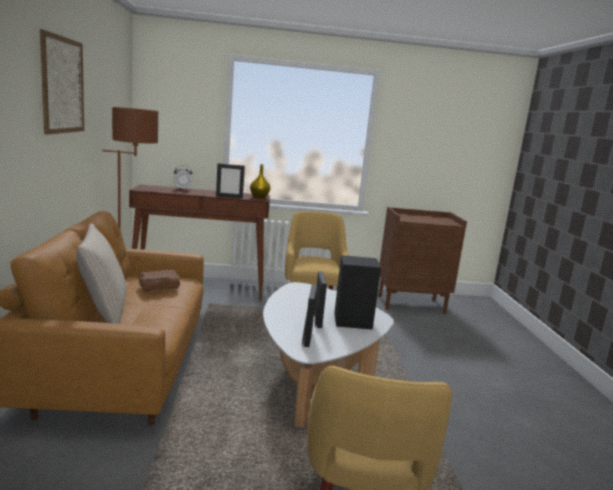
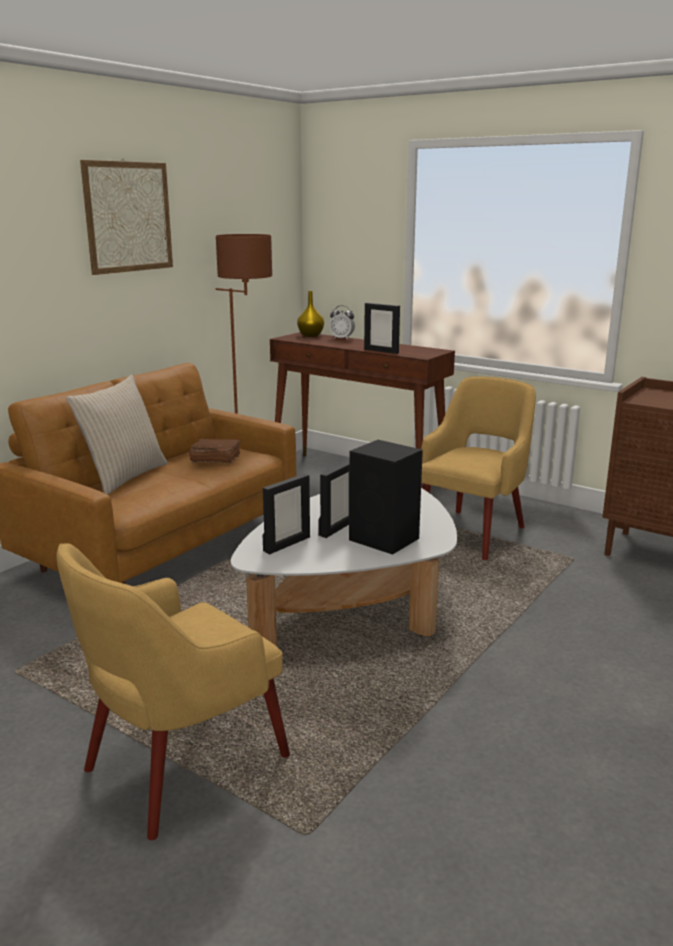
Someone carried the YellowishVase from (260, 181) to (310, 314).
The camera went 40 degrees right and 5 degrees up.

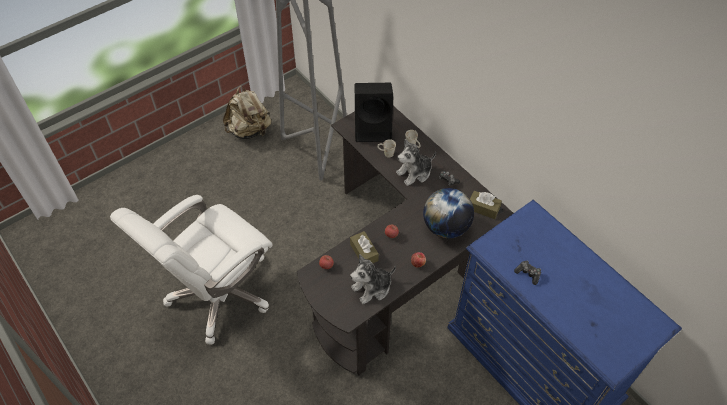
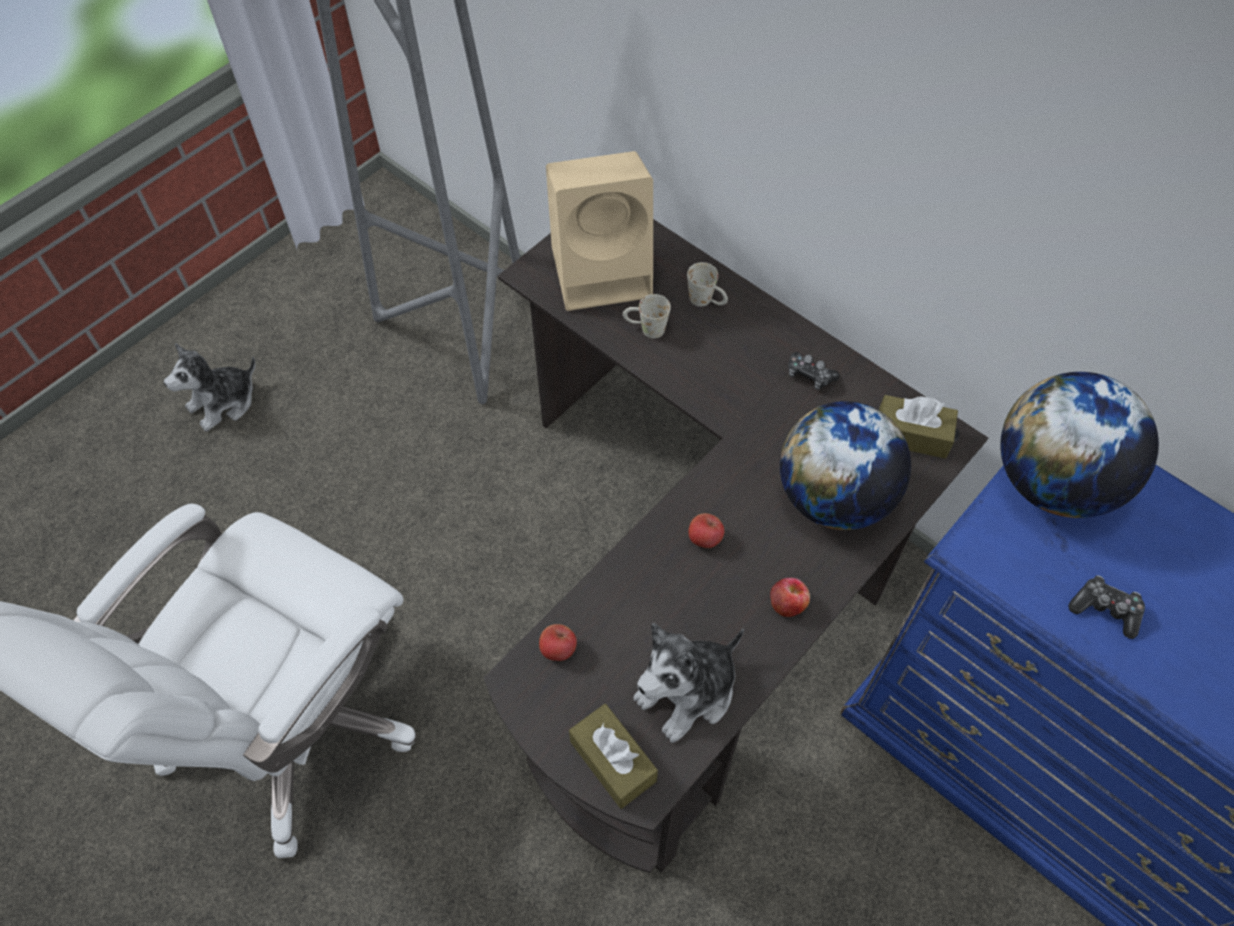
Someone took away the BeigeKnapsack at (247, 112).
Someone carried the BrownishTissueHolder from (364, 247) to (613, 756).
Someone repainted the BlackColouredLoudspeaker at (374, 112), which became the BeigeLoudspeaker at (599, 231).
Someone carried the CuddlyToy from (416, 162) to (210, 387).
Someone put down the Globe at (1079, 445).
The camera went 10 degrees left and 5 degrees up.

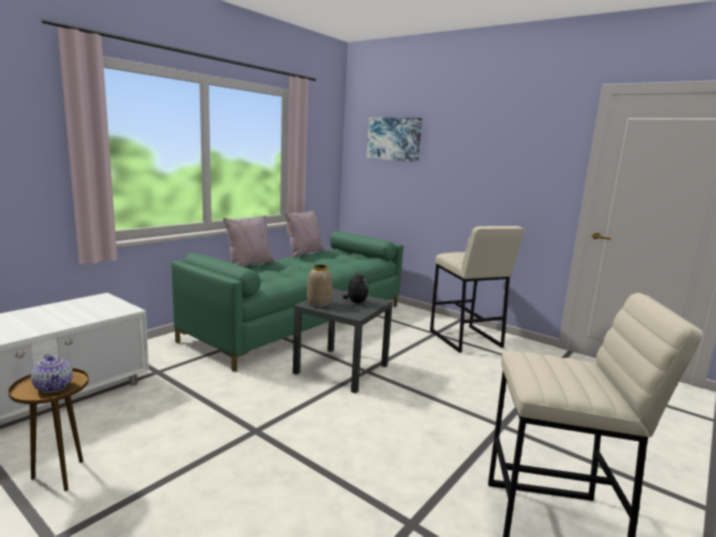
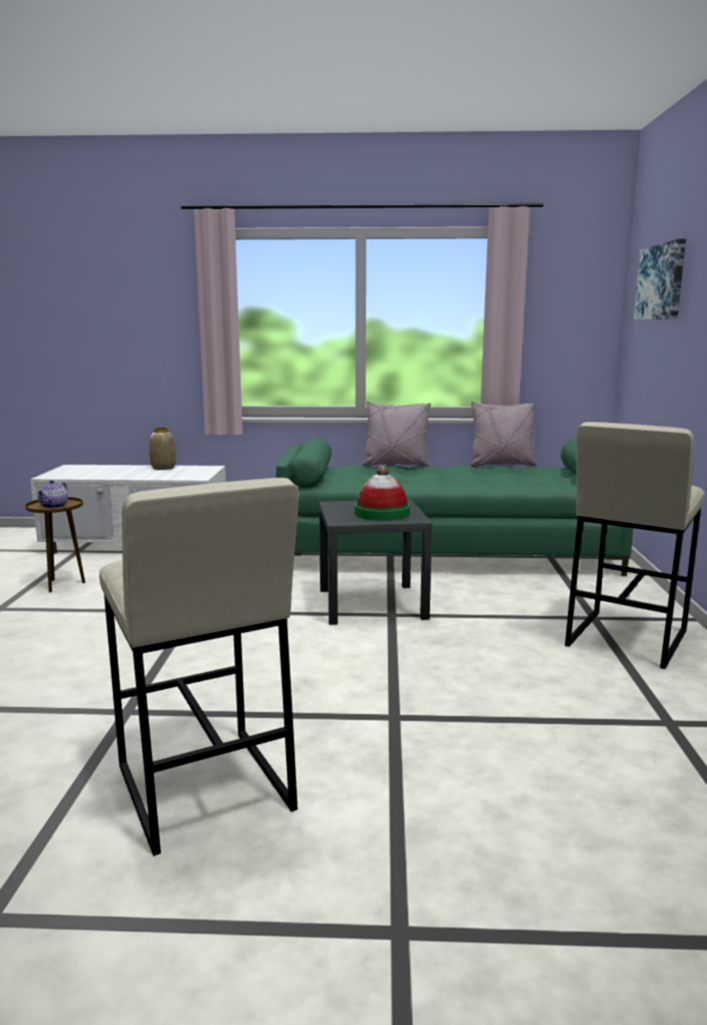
Someone carried the Vase from (319, 285) to (162, 448).
Someone swapped the CuddlyToy at (355, 288) for the ClothingHat at (382, 493).
The camera went 55 degrees right and 0 degrees up.

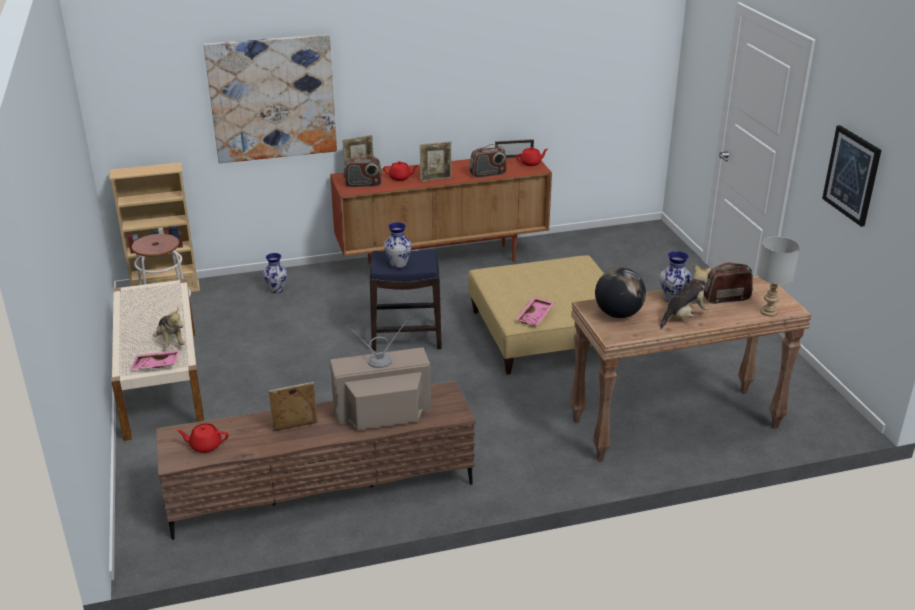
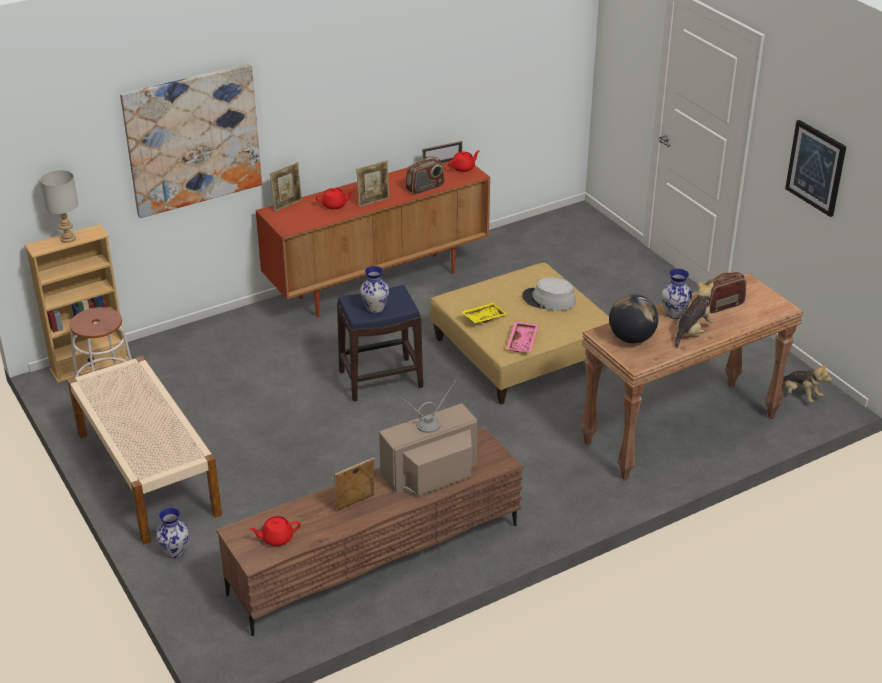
Someone took away the PinkishTray at (155, 360).
Someone carried the CuddlyToy from (169, 327) to (807, 382).
Someone carried the Vase from (275, 273) to (172, 533).
Someone took away the RadioSet at (363, 170).
Someone carried the GrayLampForATable from (778, 276) to (59, 206).
Someone put down the YellowishTray at (484, 313).
Someone put down the GrayClothingHat at (549, 294).
The camera went 15 degrees left and 5 degrees up.

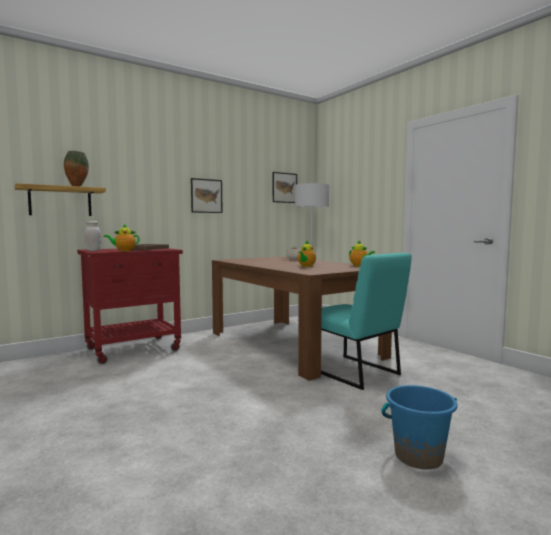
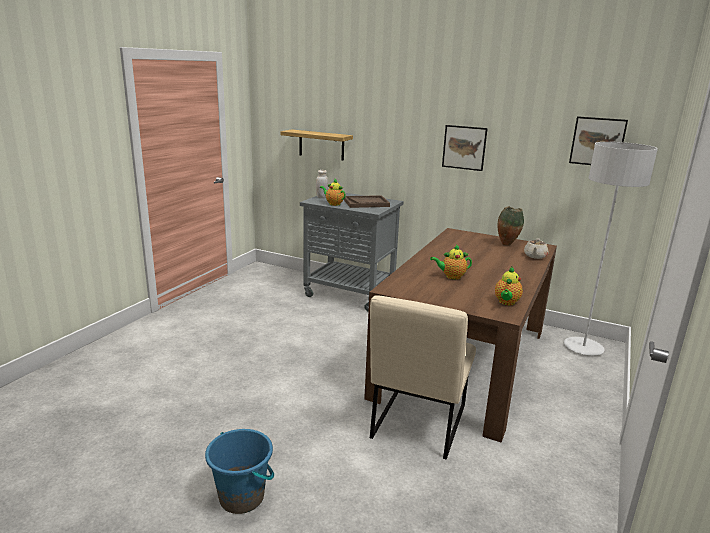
Someone carried the Vase from (76, 169) to (510, 226).
Someone repainted the RedColouredCart at (130, 306), which became the GrayCart at (352, 252).
Someone repainted the TurquoiseChair at (366, 321), which became the BeigeChair at (423, 378).
The camera went 60 degrees right and 15 degrees up.

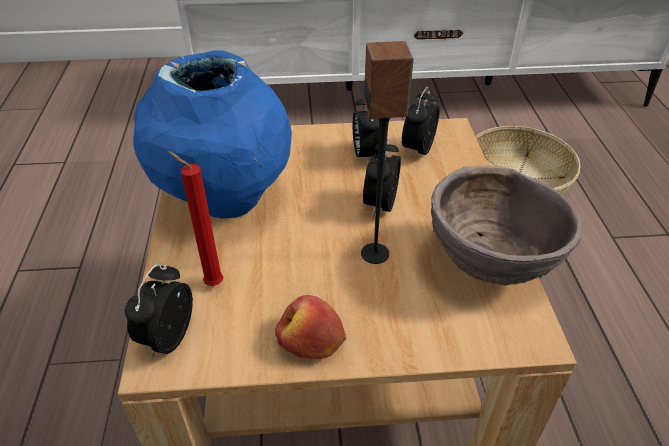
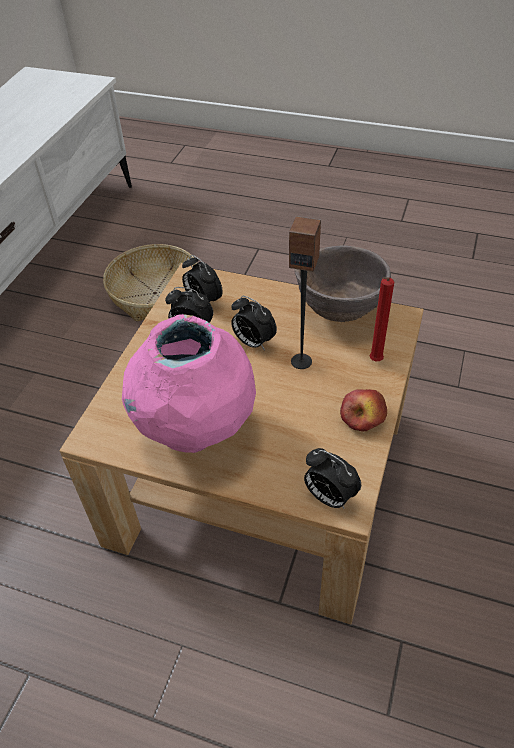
Someone repainted the BlueColouredVase at (212, 134), which became the PinkishVase at (189, 383).
Someone carried the RedColouredWaxCandle from (195, 218) to (381, 319).
The camera went 65 degrees left and 5 degrees up.

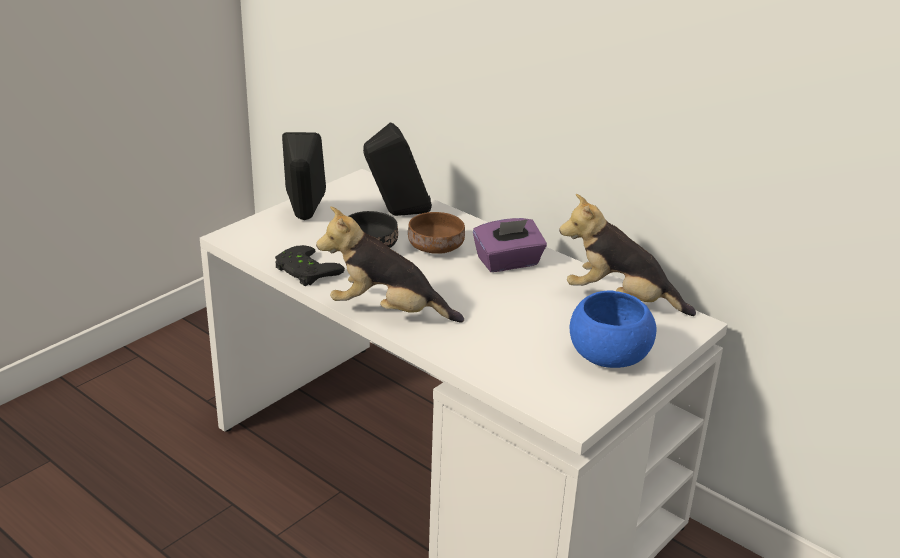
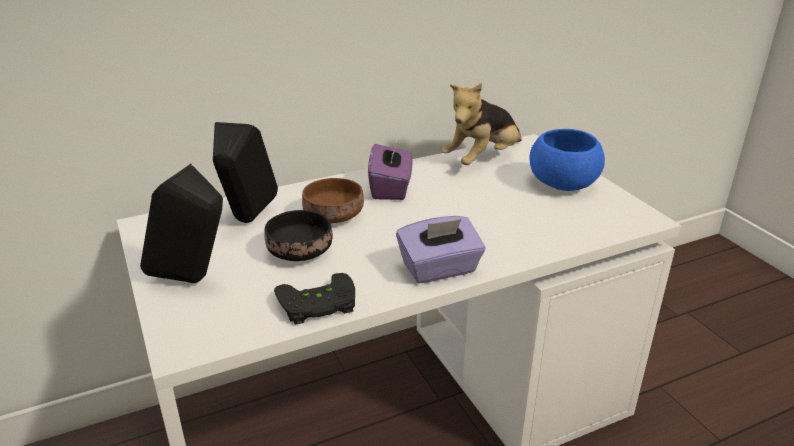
Someone swapped the CuddlyToy at (390, 264) for the PurplishTissueHolder at (440, 249).
The camera went 65 degrees left and 0 degrees up.

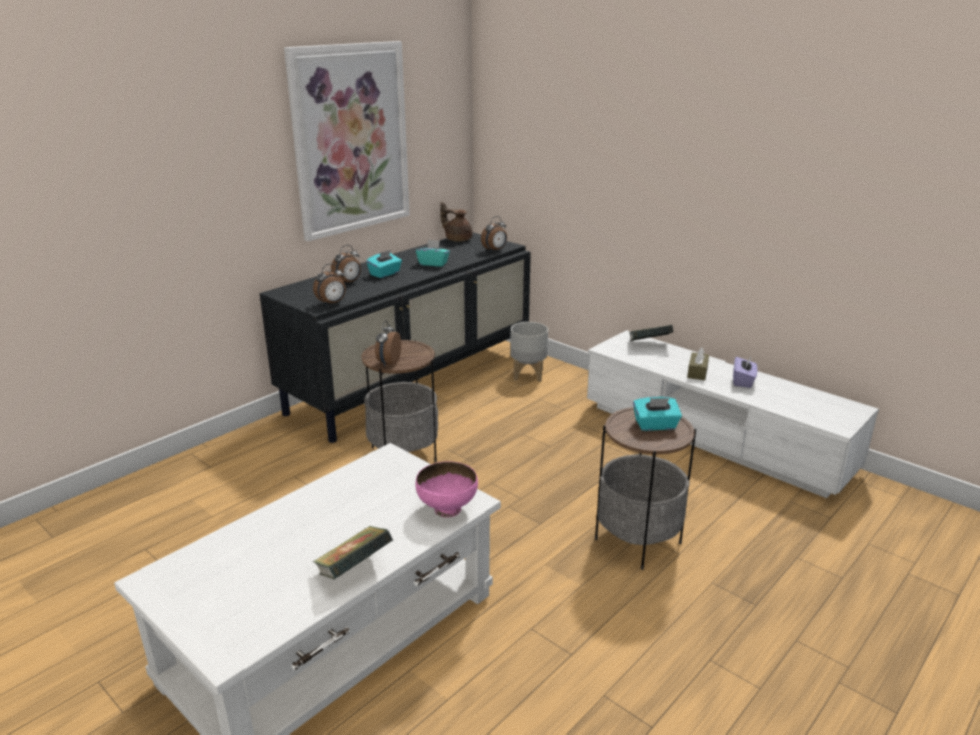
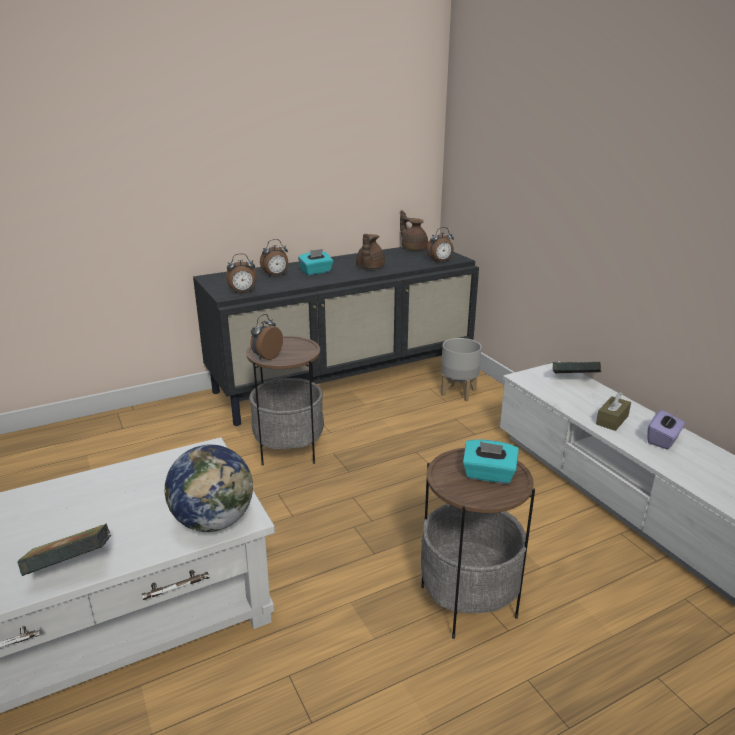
Someone took away the WallArt at (347, 141).
Someone swapped the TurquoiseTissueHolder at (433, 253) for the BrownishTeapot at (370, 251).
Someone swapped the PinkishBowl at (447, 489) for the Globe at (209, 488).
The camera went 20 degrees right and 0 degrees up.

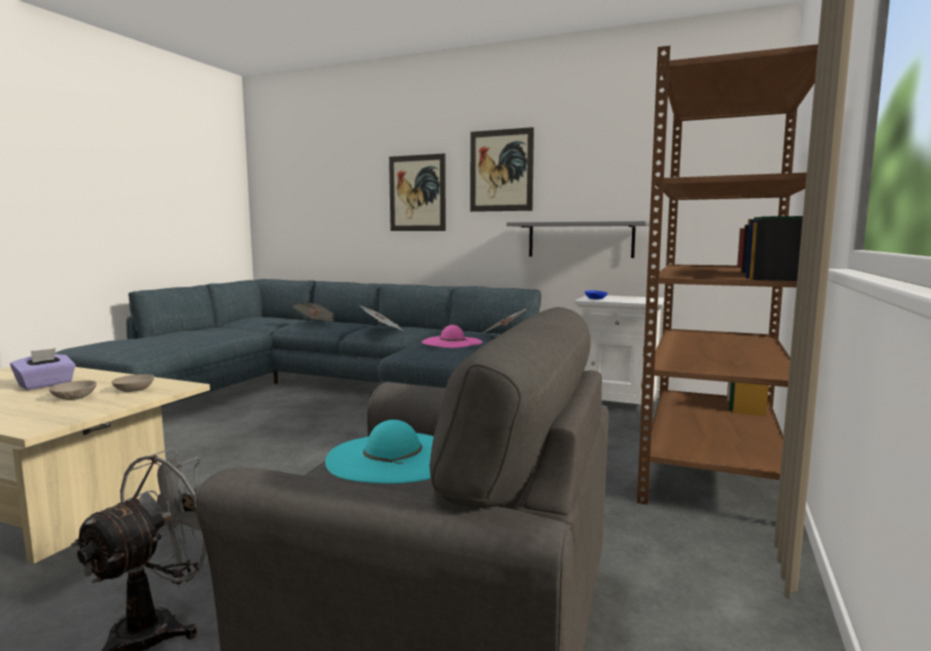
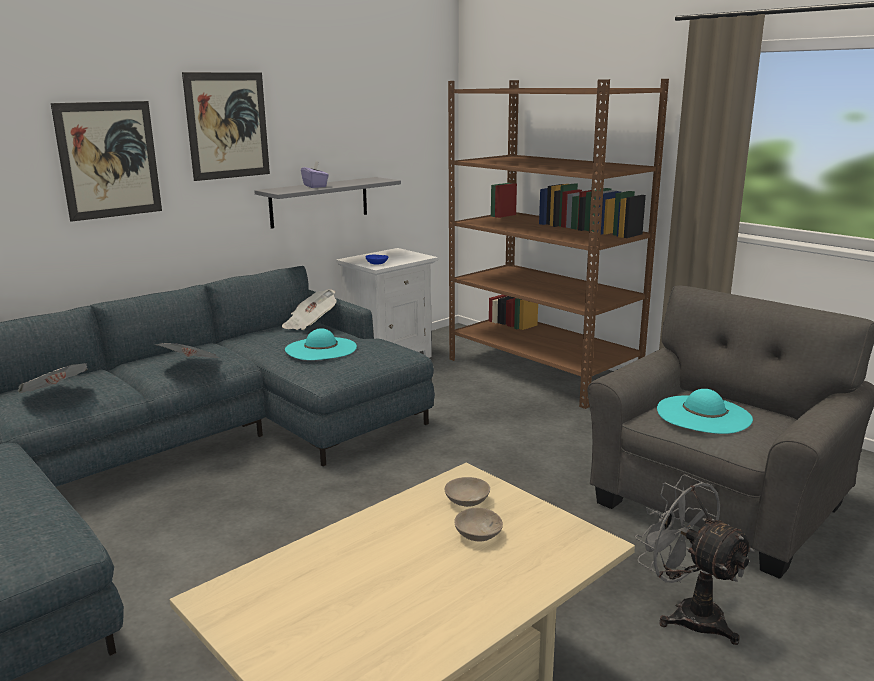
Someone carried the PurplishTissueHolder from (43, 369) to (315, 174).
Someone repainted the PinkishClothingHat at (452, 336), which became the TurquoiseClothingHat at (321, 344).
The camera went 65 degrees left and 10 degrees up.

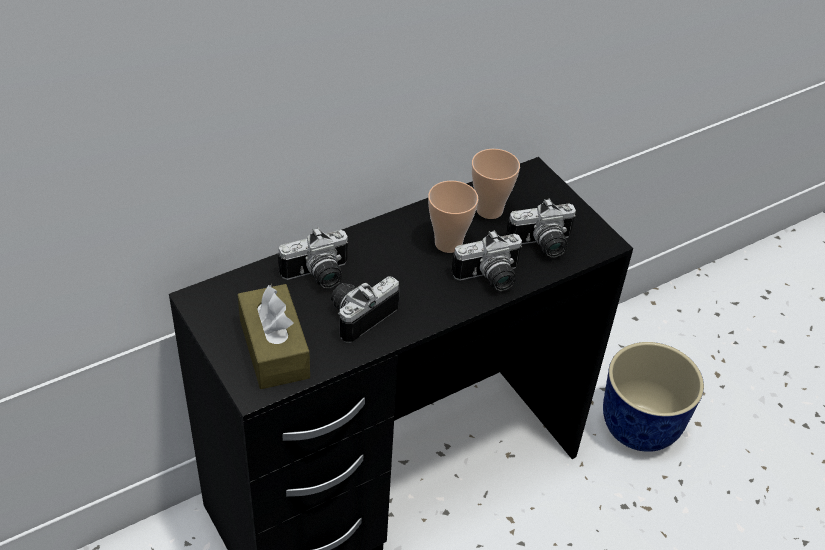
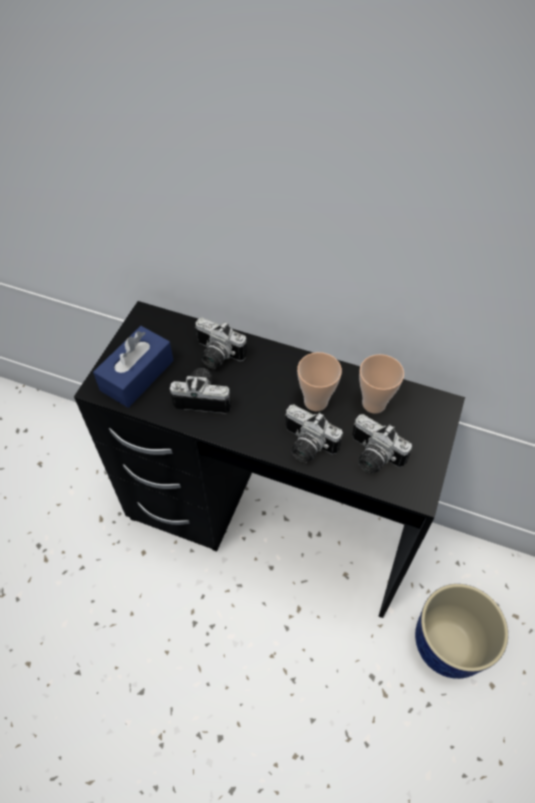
Someone repainted the BrownishTissueHolder at (273, 336), which became the BlueColouredTissueHolder at (133, 367).
The camera went 55 degrees right and 10 degrees up.

